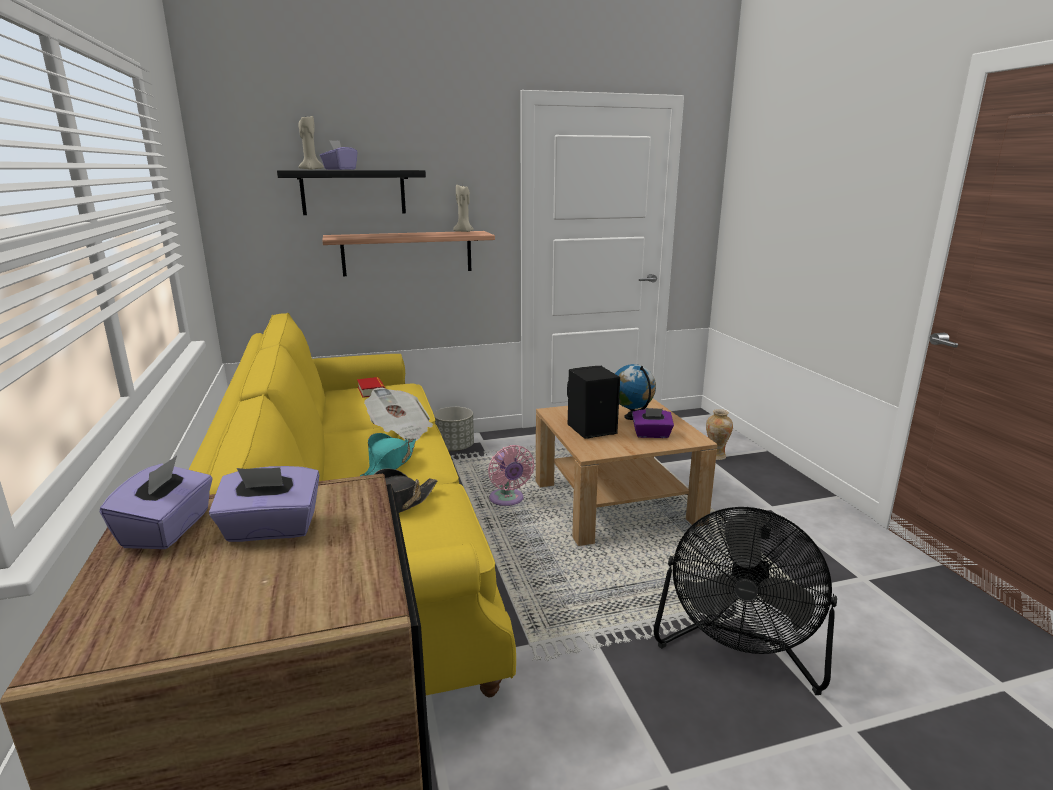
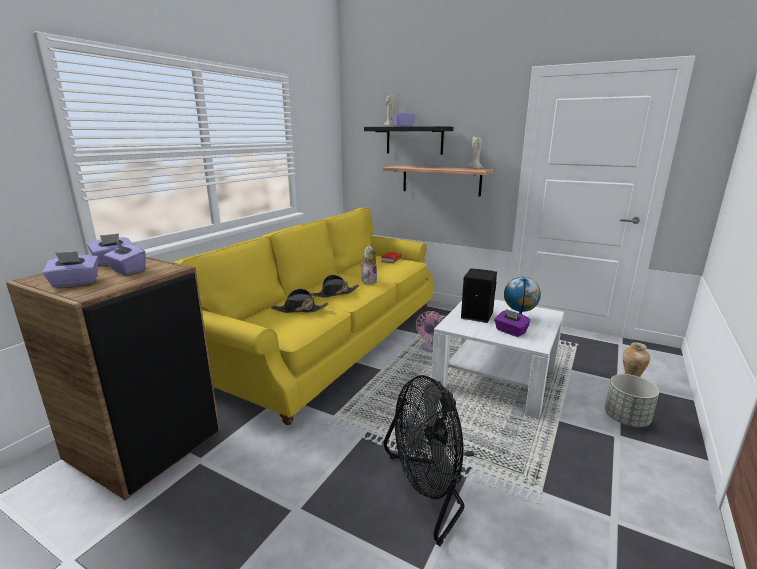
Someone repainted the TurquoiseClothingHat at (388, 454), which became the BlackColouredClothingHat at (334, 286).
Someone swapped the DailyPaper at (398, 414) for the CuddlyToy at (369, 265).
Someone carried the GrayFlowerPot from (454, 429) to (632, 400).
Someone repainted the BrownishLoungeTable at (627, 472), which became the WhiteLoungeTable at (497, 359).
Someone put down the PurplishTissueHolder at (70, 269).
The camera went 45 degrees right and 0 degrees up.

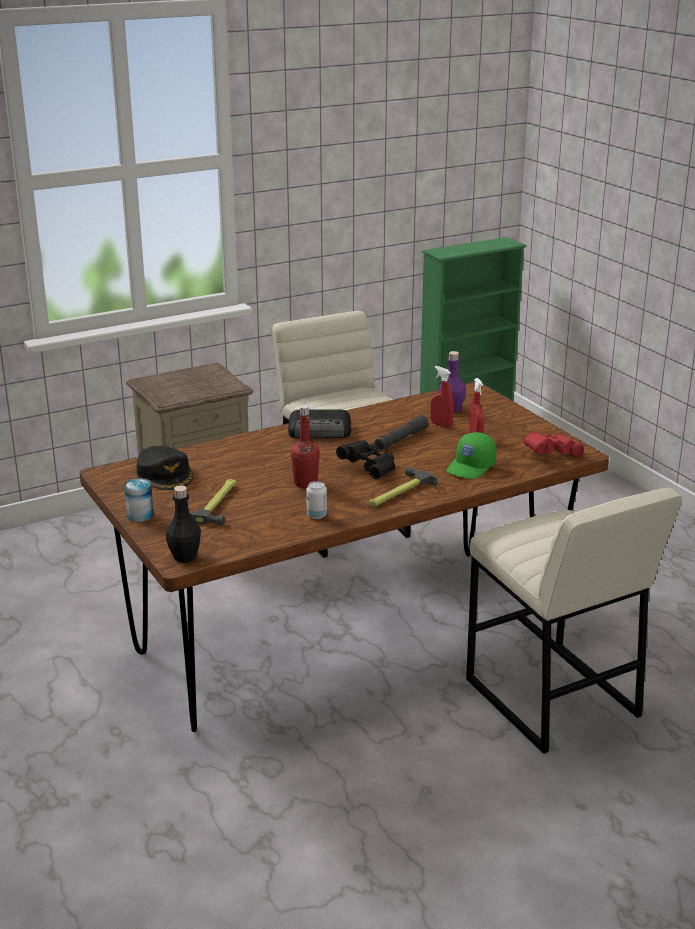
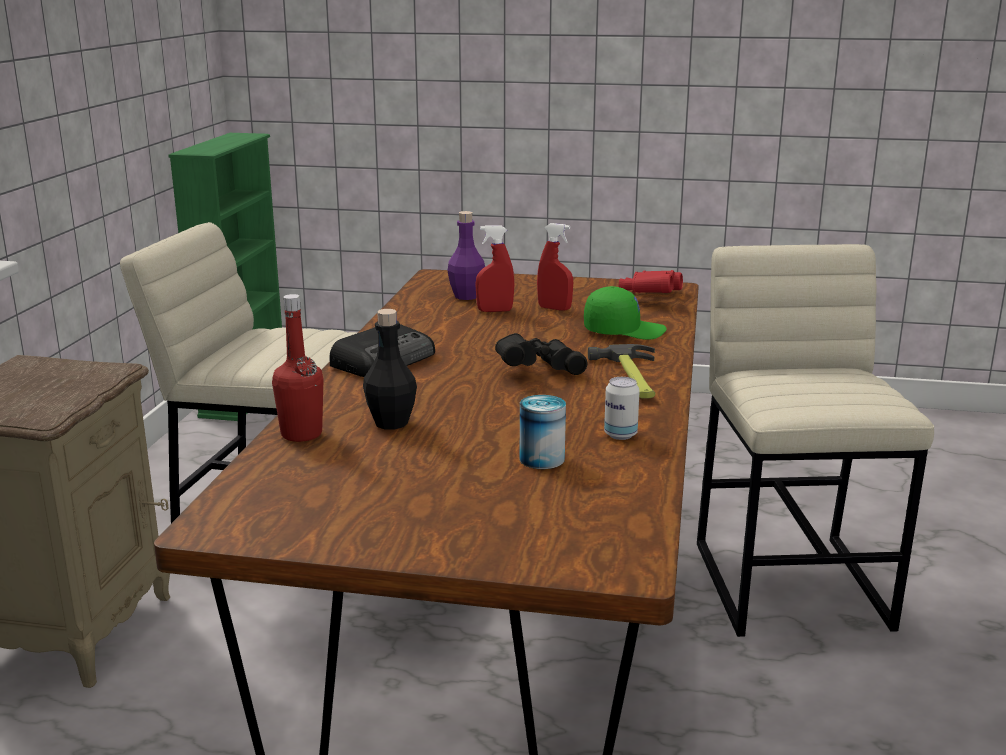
Someone carried the SealedCan from (139, 500) to (543, 432).
Someone took away the BlackColouredPeakedCap at (164, 468).
Someone carried the BlackColouredDrinkBottle from (183, 524) to (390, 369).
Someone took away the HandHammer at (213, 502).
Someone carried the RedColouredDrinkBottle from (305, 446) to (298, 368).
Someone took away the GrayHandTorch at (401, 433).
Someone rotated the GreenPeakedCap at (471, 455) by 75 degrees counterclockwise.
Someone rotated the BeigeChair at (574, 621) by 105 degrees counterclockwise.
The camera went 50 degrees left and 5 degrees down.

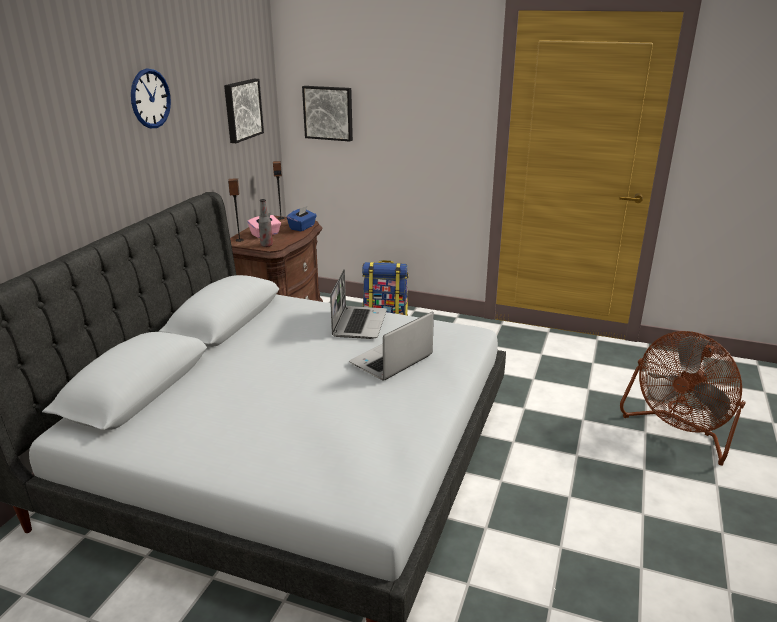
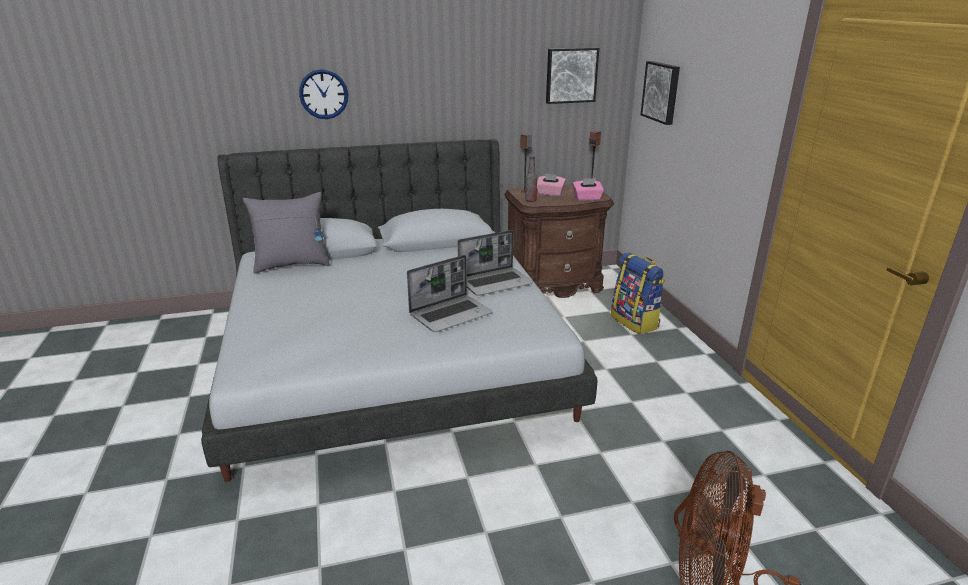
Someone carried the WallClock from (151, 98) to (323, 94).
Someone repainted the BlueColouredTissueHolder at (302, 218), which became the PinkishTissueHolder at (588, 189).
Someone rotated the NotebookComputer at (391, 346) by 135 degrees clockwise.
Someone put down the GrayCushion at (286, 233).
The camera went 55 degrees right and 0 degrees up.

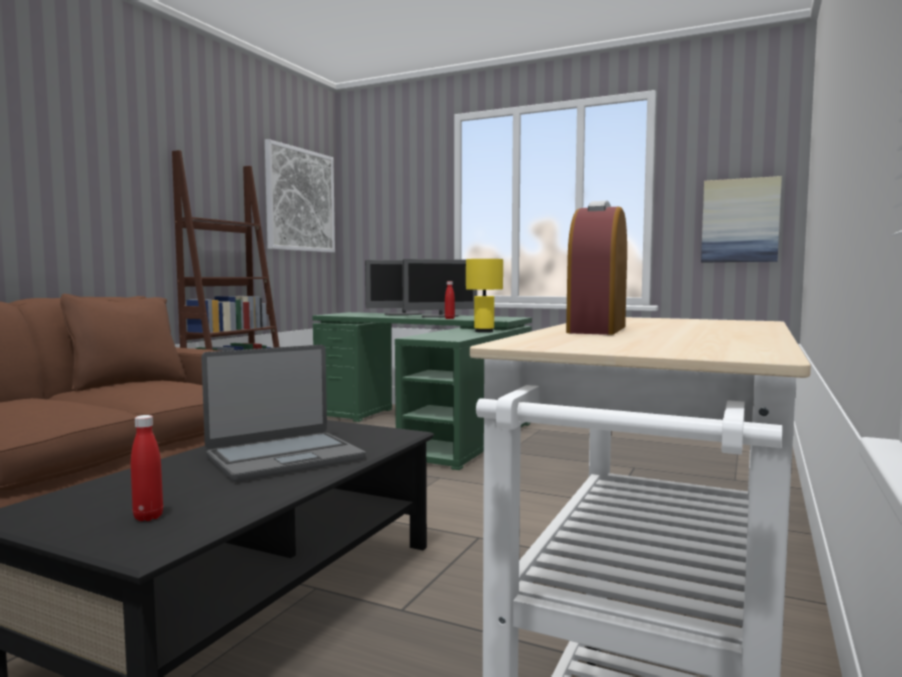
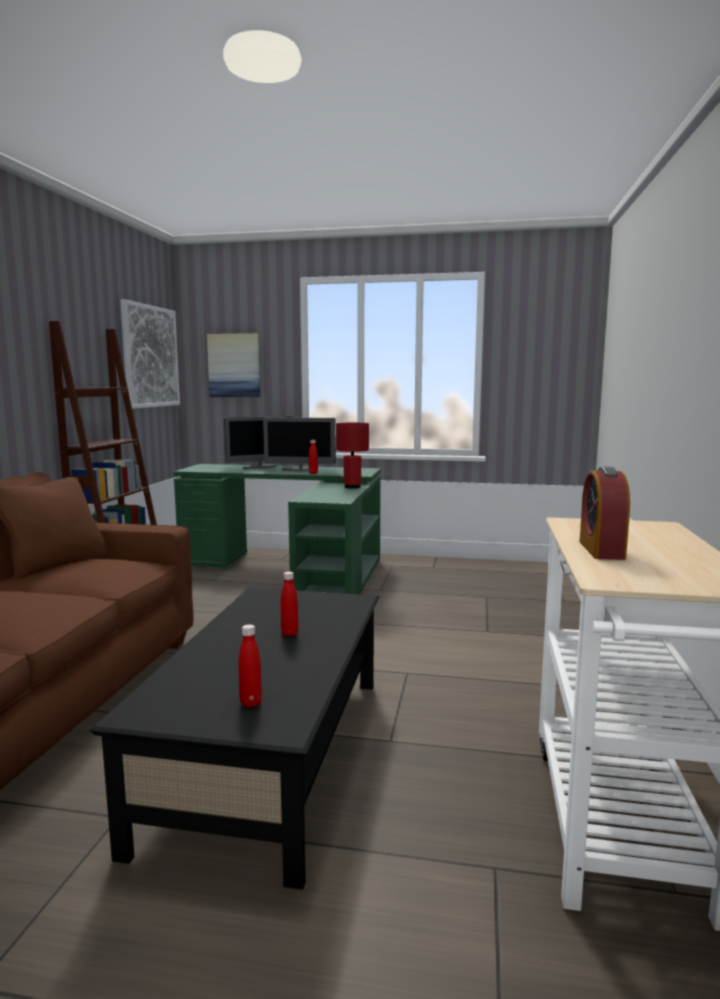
Someone swapped the NotebookComputer at (283, 413) for the RedColouredDrinkBottle at (289, 604).
Someone rotated the Monitor at (439, 288) by 45 degrees clockwise.
Someone repainted the YellowishLampForATable at (484, 296), which became the RedColouredLampForATable at (352, 456).
Someone carried the WallArt from (741, 219) to (233, 365).
The camera went 15 degrees left and 5 degrees up.

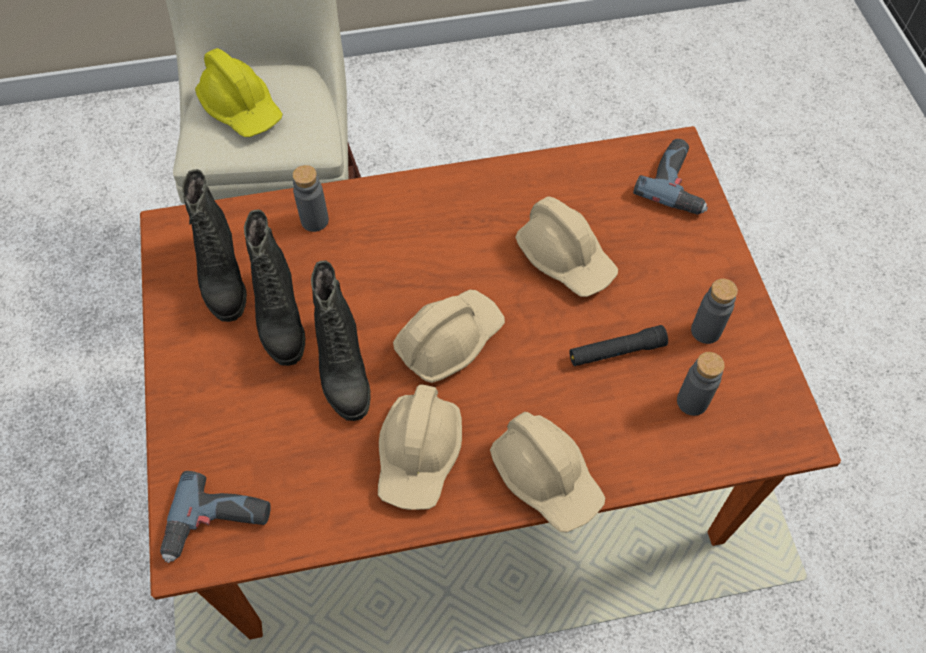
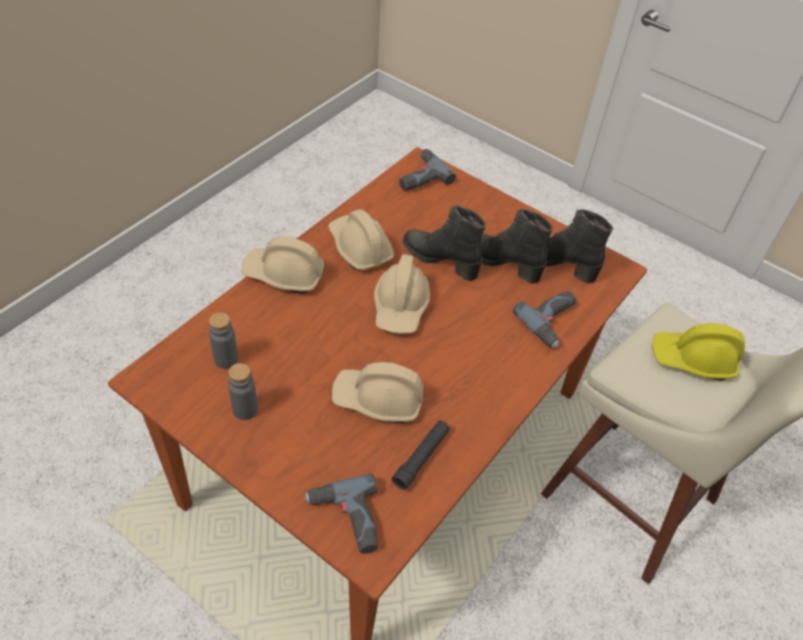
Someone swapped the GrayDrinkBottle at (310, 198) for the Drill at (544, 319).
Someone carried the BlackColouredHandTorch from (618, 345) to (421, 455).
The camera went 135 degrees right and 10 degrees down.

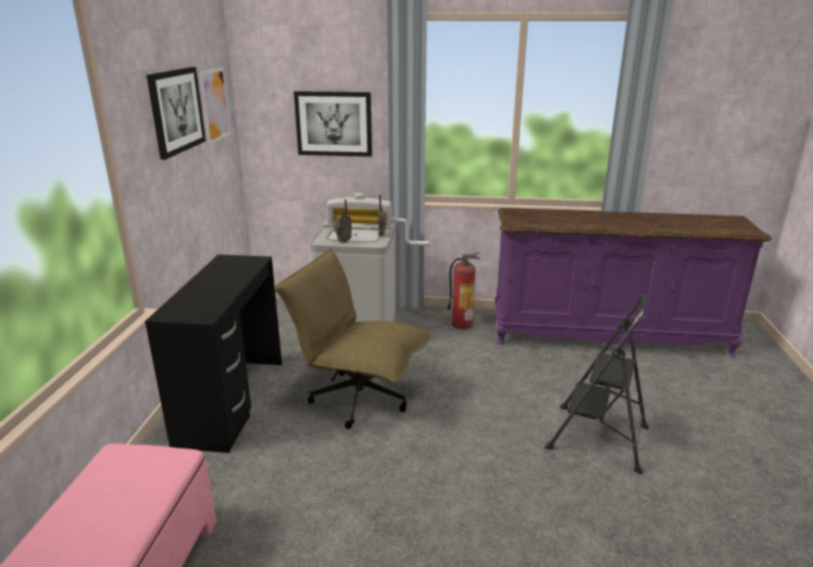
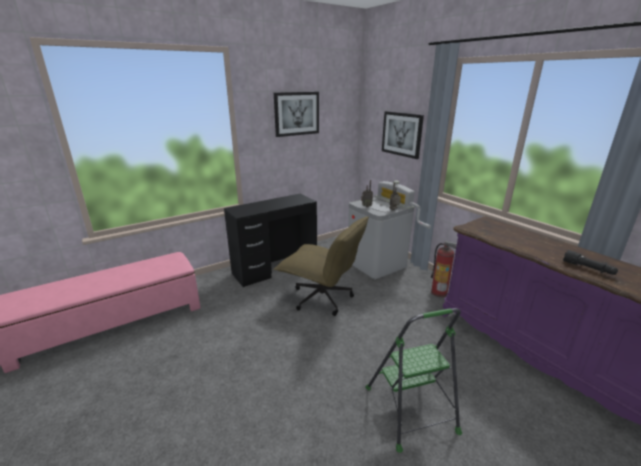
Someone took away the WallArt at (215, 106).
Someone rotated the BeigeOfficeChair at (353, 339) by 135 degrees clockwise.
Someone repainted the BlackColouredStepLadder at (597, 384), which became the GreenStepLadder at (413, 380).
Someone put down the BlackColouredHandTorch at (590, 262).
The camera went 50 degrees right and 0 degrees up.

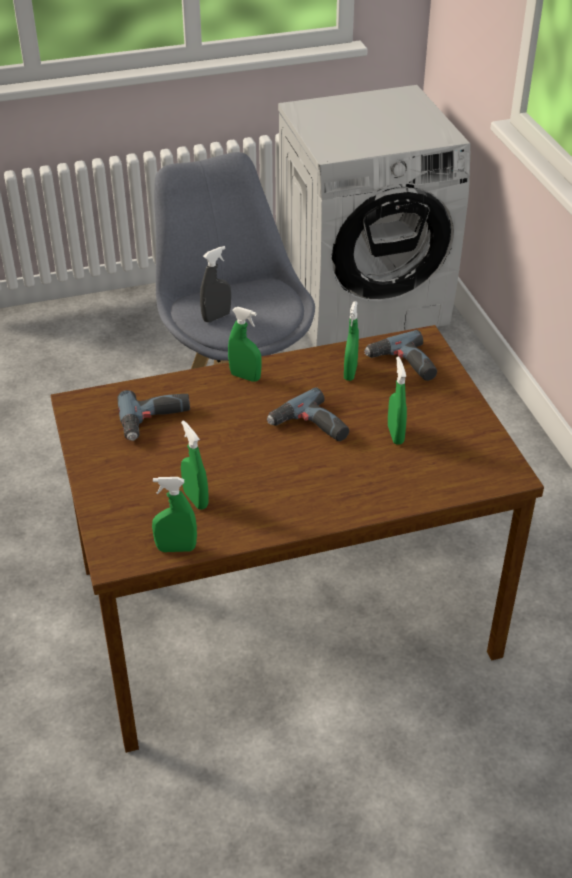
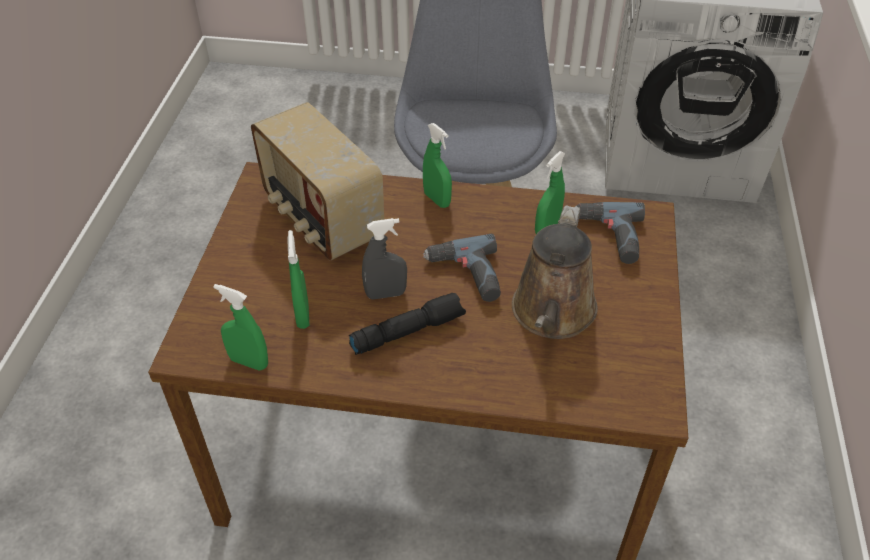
Someone swapped the Drill at (153, 415) for the RadioSet at (317, 181).
Someone carried the GrayHandSprayer from (215, 284) to (384, 259).
Someone swapped the GreenHandSprayer at (397, 400) for the BrownishWateringCan at (555, 272).
Someone put down the BlackColouredHandTorch at (407, 324).
The camera went 25 degrees right and 5 degrees up.

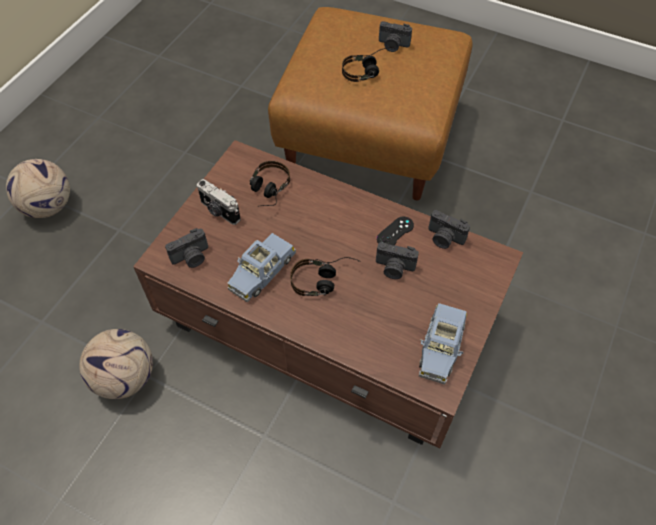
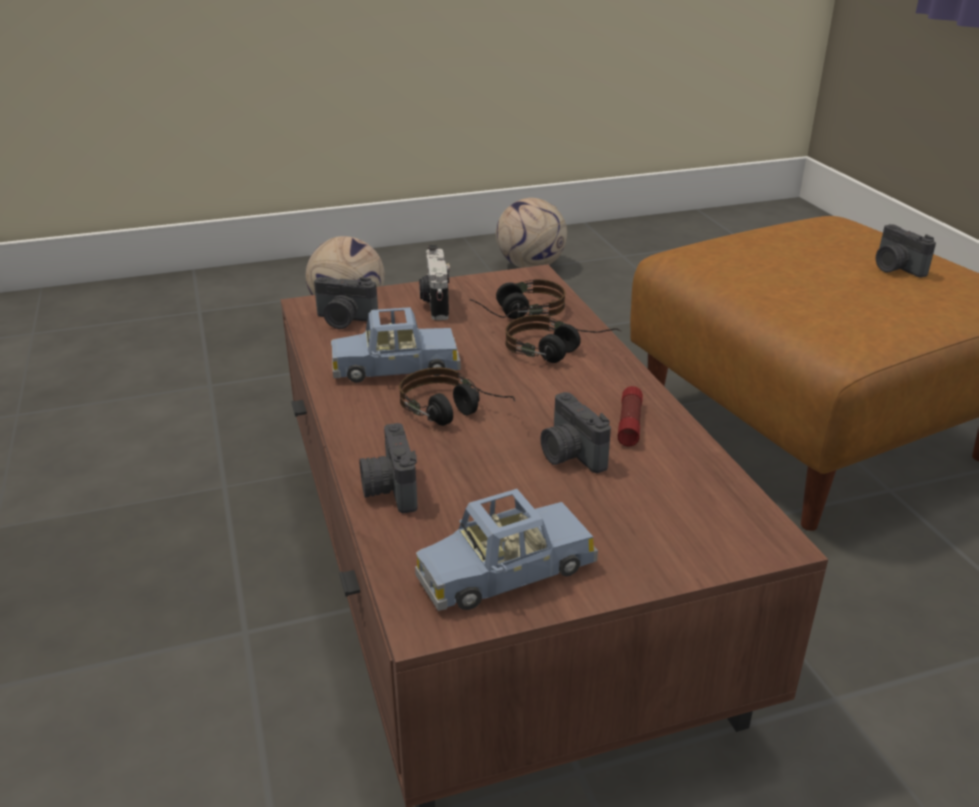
Someone carried the Football from (116, 364) to (531, 233).
Someone carried the PairOfHeadphones from (368, 64) to (563, 339).
Someone swapped the BlackColouredGameController at (395, 231) for the HandTorch at (630, 416).
Someone carried the StillCamera from (449, 229) to (388, 468).
The camera went 45 degrees right and 25 degrees down.

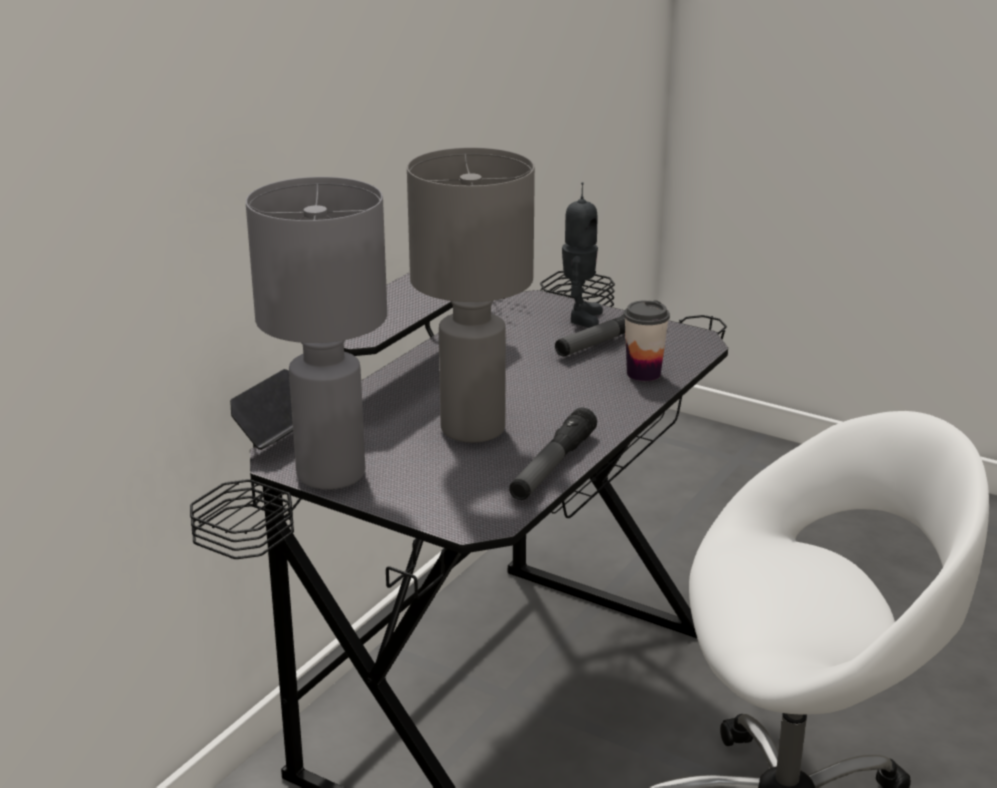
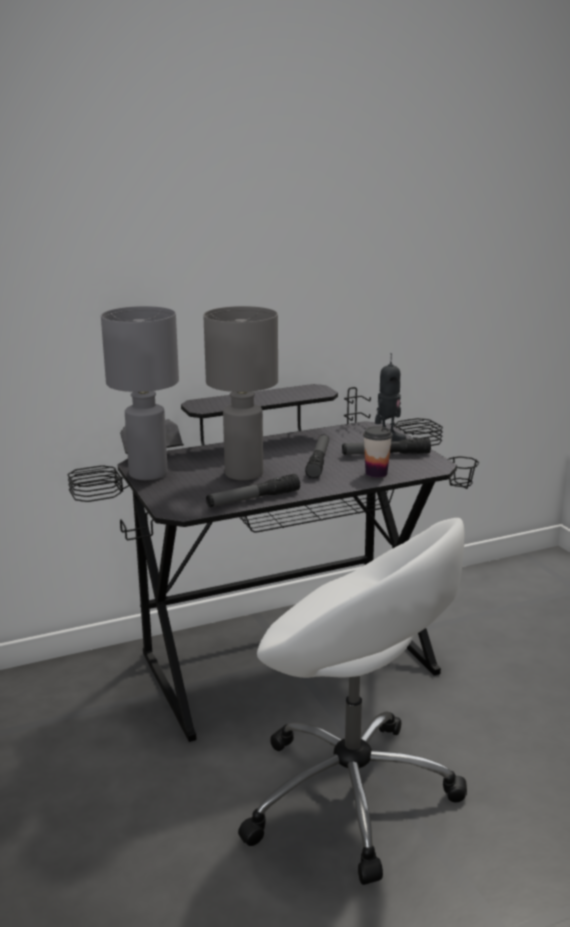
Someone put down the HandTorch at (317, 456).
The camera went 35 degrees right and 5 degrees down.

